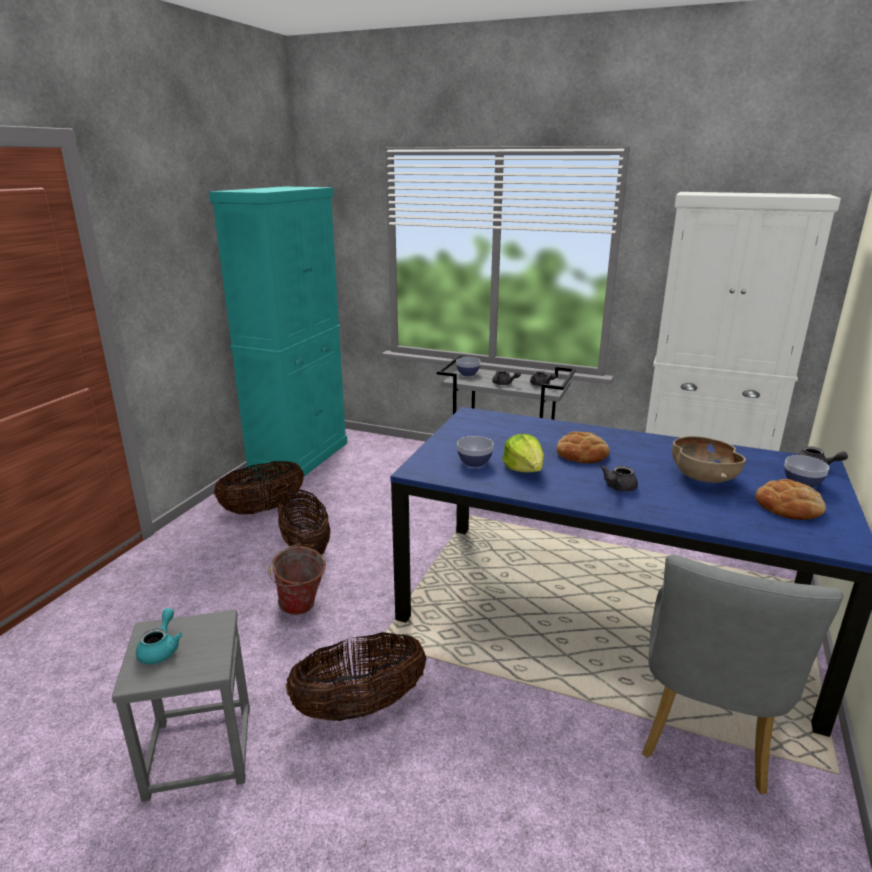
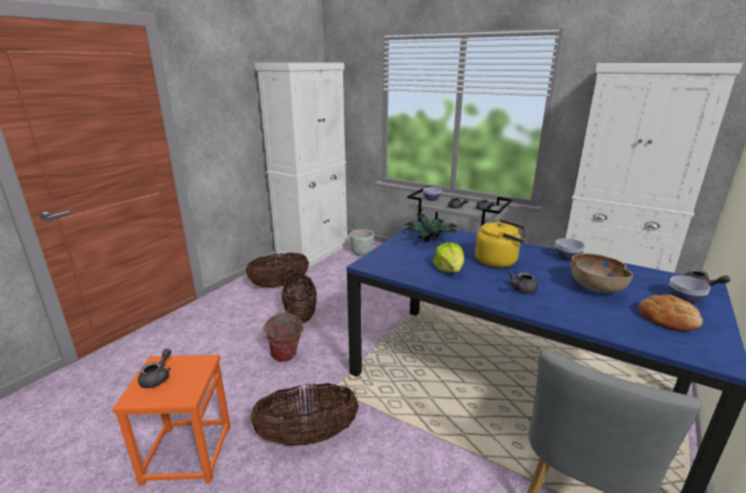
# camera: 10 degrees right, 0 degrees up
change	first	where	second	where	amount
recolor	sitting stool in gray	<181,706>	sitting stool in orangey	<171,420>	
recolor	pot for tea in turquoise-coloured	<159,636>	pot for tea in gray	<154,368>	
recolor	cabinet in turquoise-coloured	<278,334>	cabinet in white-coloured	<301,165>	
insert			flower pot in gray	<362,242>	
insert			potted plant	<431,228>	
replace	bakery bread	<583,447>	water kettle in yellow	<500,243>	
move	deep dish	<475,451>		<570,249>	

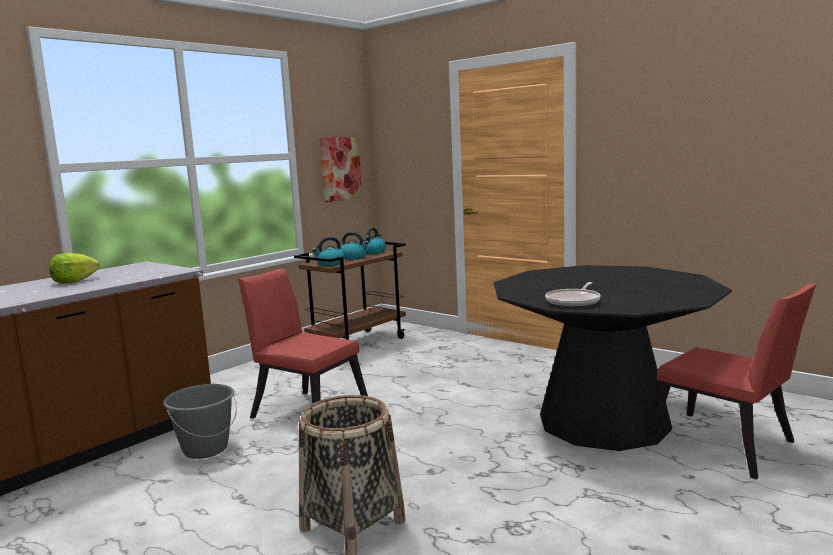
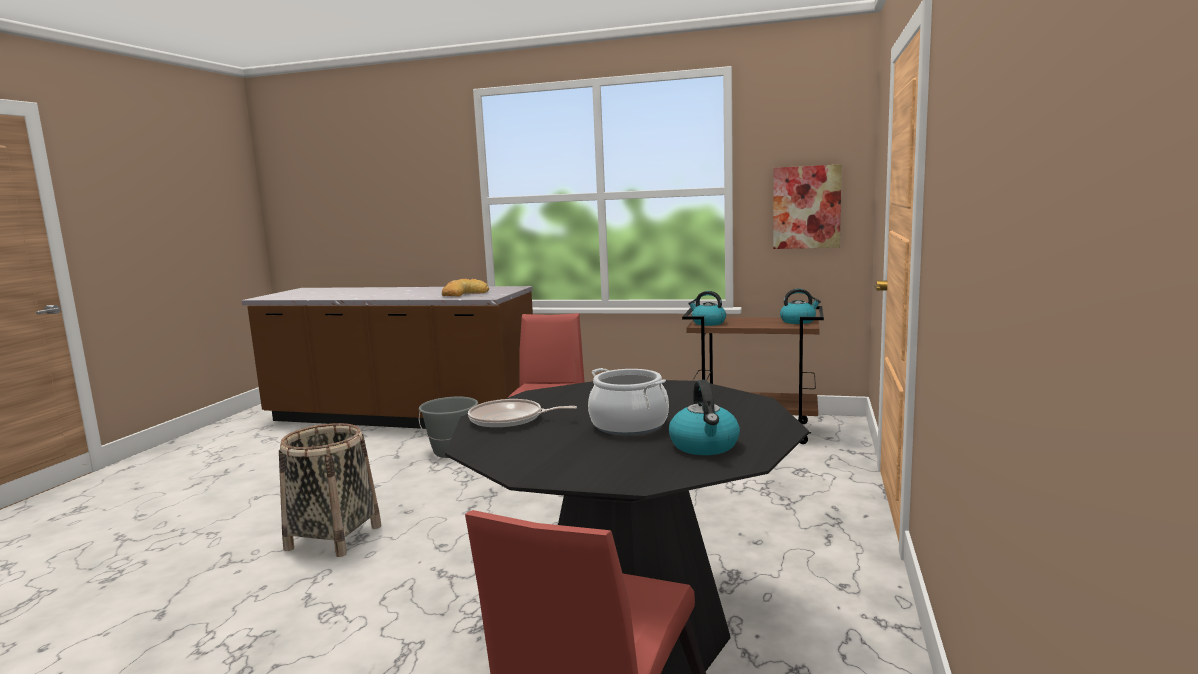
# camera: 65 degrees right, 0 degrees up
change	first	where	second	where	amount
insert			bakery bread	<465,288>	
insert			saucepot	<628,401>	
move	water kettle	<354,246>		<704,417>	
delete	lettuce	<74,268>			

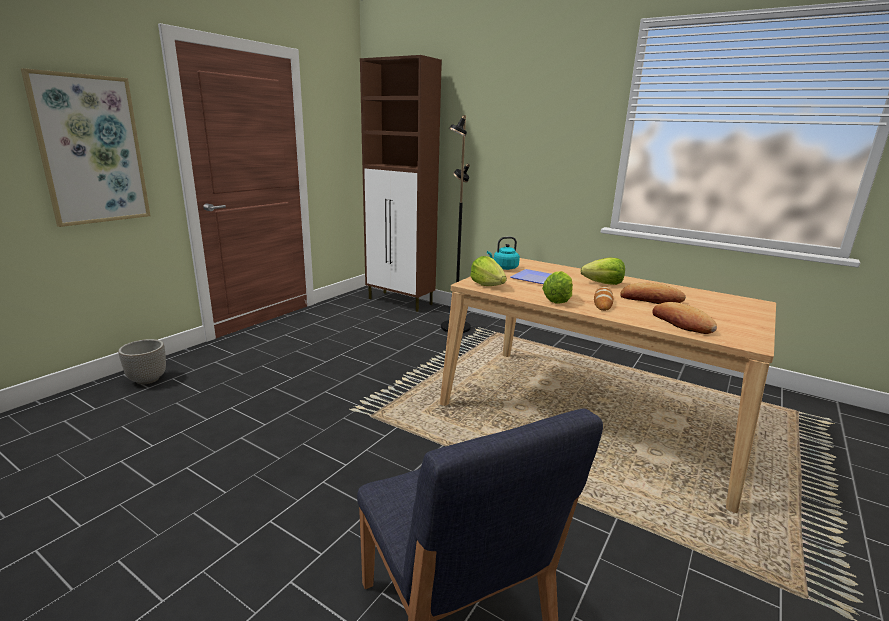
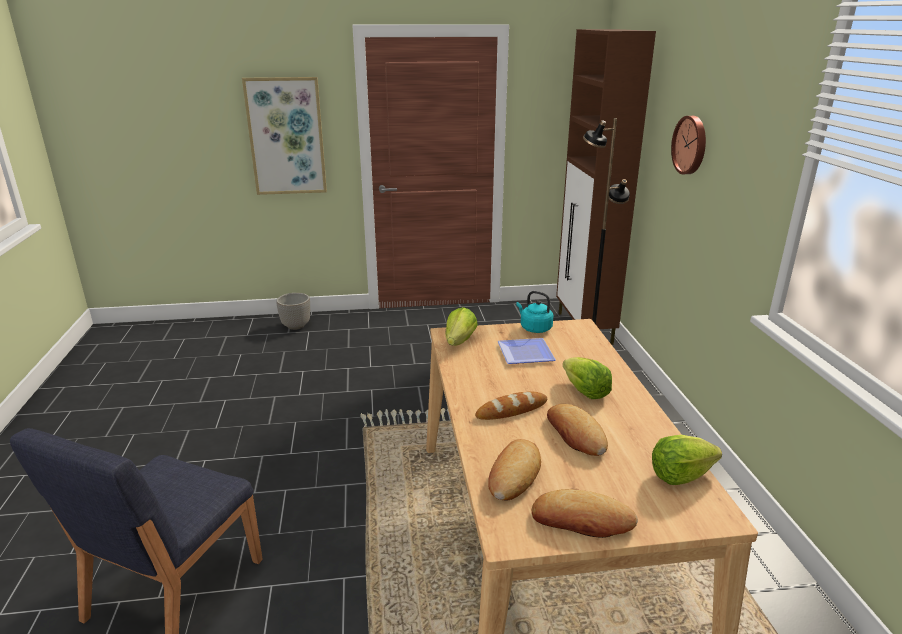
# camera: 50 degrees right, 5 degrees up
change	first	where	second	where	amount
insert			bakery bread	<585,513>	
move	lettuce	<557,287>		<687,460>	
insert			clock on the wall	<688,145>	

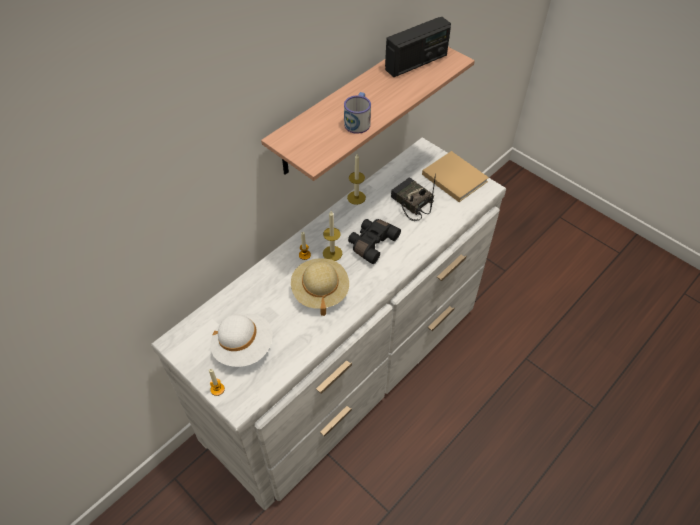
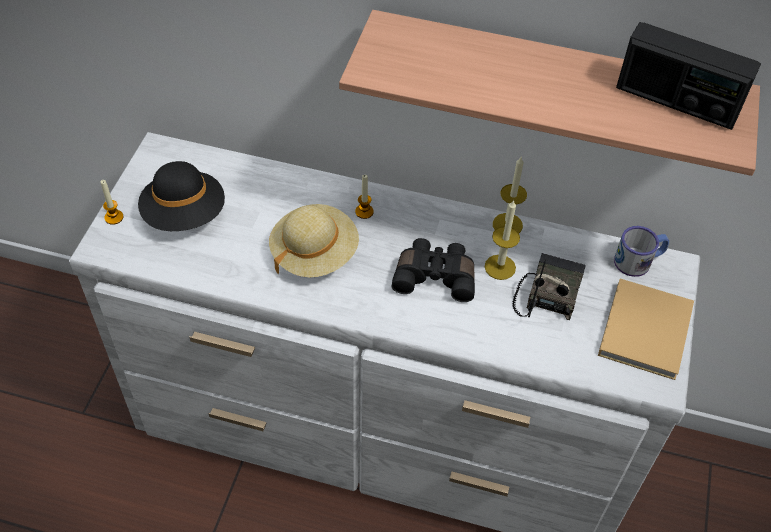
# camera: 60 degrees right, 0 degrees up
change	first	where	second	where	amount
recolor	clothing hat in white-coloured	<241,340>	clothing hat in blackish	<181,196>	
move	wax light	<332,236>		<502,239>	
move	mug	<357,113>		<641,251>	

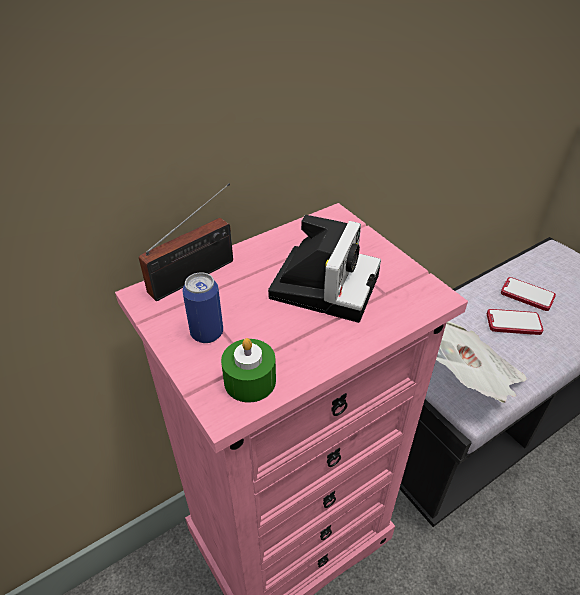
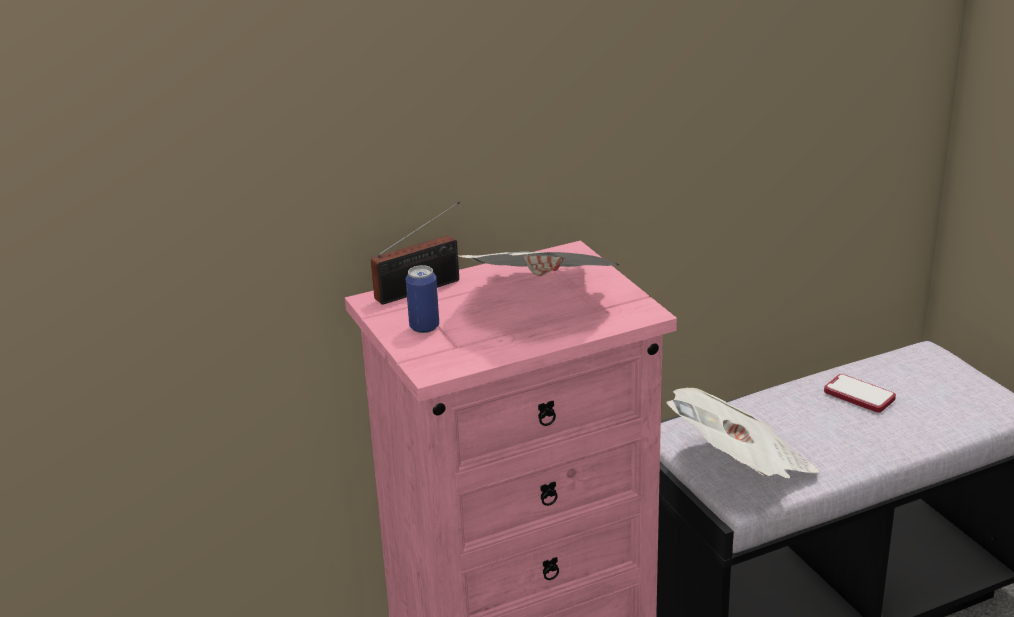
# camera: 10 degrees right, 15 degrees down
change	first	where	second	where	amount
replace	still camera	<324,269>	newspaper	<539,264>	
delete	wax light in green-coloured	<248,370>			
delete	phone	<515,322>			

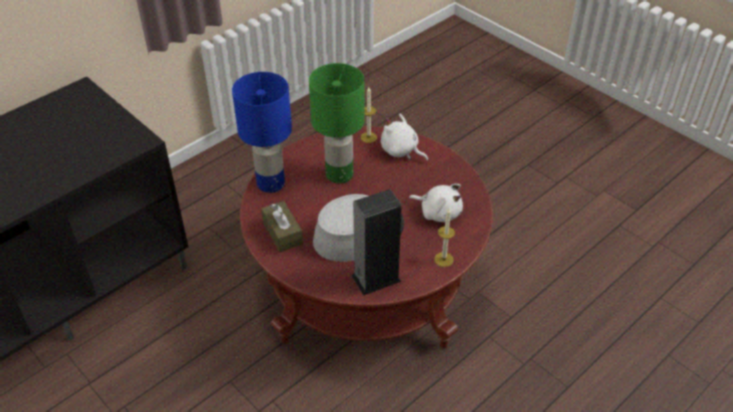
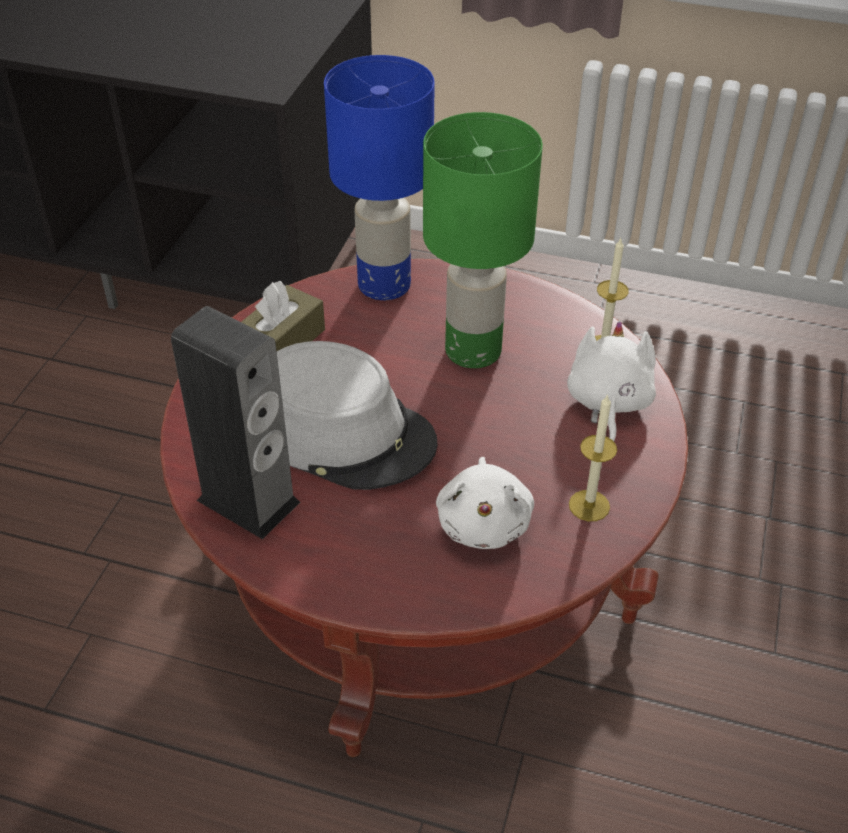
# camera: 60 degrees right, 0 degrees up
change	first	where	second	where	amount
move	wax light	<444,237>		<593,457>	

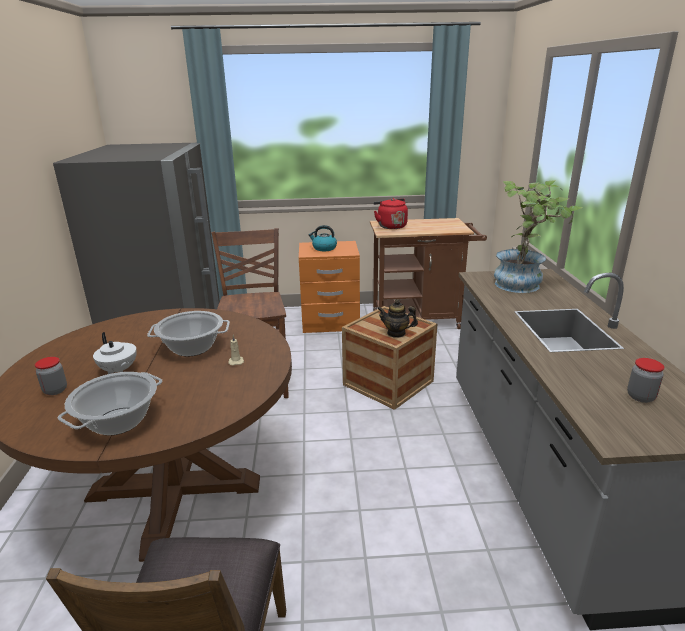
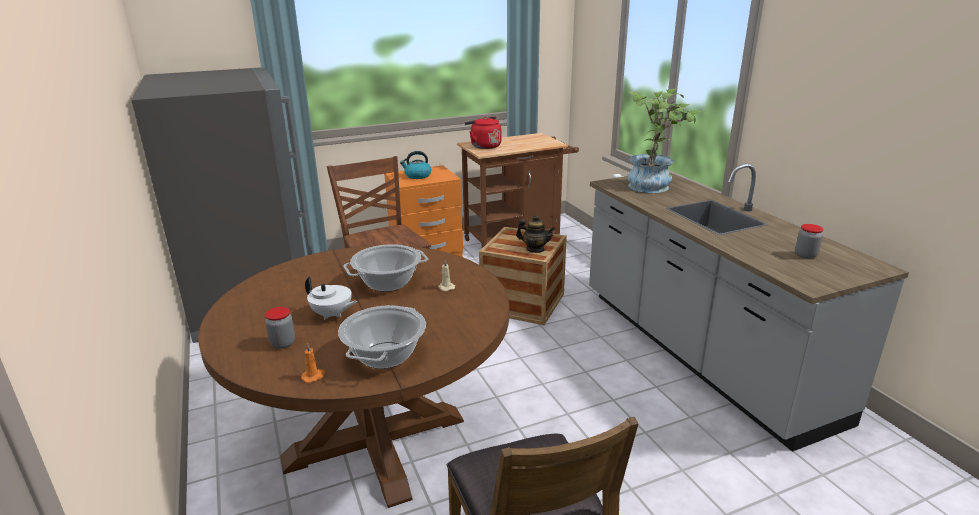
# camera: 20 degrees left, 0 degrees up
change	first	where	second	where	amount
insert			wax light in orangey	<313,363>	
rotate	pot for tea	<397,318>		<535,234>	150 degrees counterclockwise

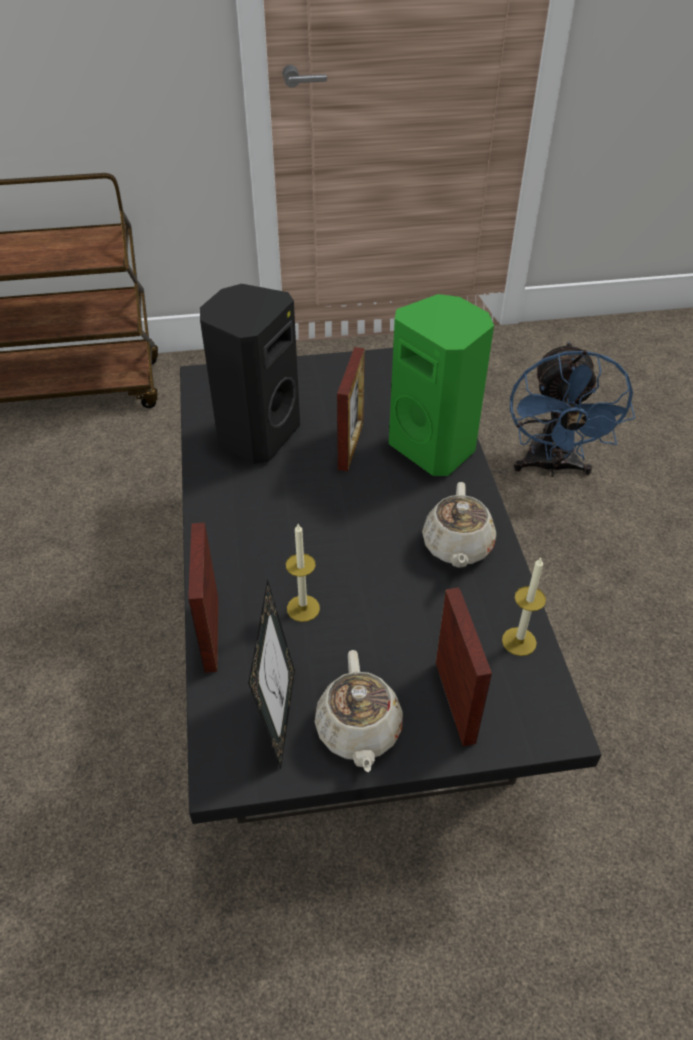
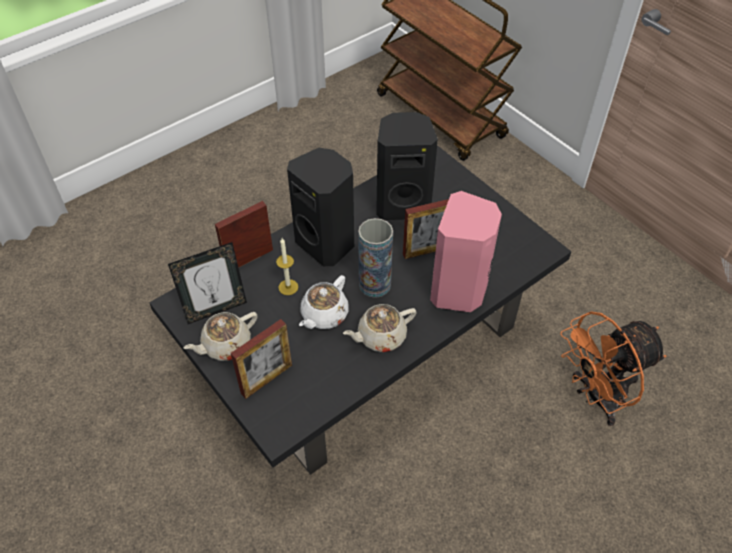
# camera: 60 degrees right, 5 degrees up
change	first	where	second	where	amount
insert			speaker in blackish	<320,207>	
insert			pot for tea in white-coloured	<324,302>	
insert			flower vase	<375,258>	
recolor	speaker in green-coloured	<441,385>	speaker in pink-coloured	<466,251>	
recolor	fan in bluish	<572,409>	fan in orangey	<613,368>	
delete	wax light	<524,607>			

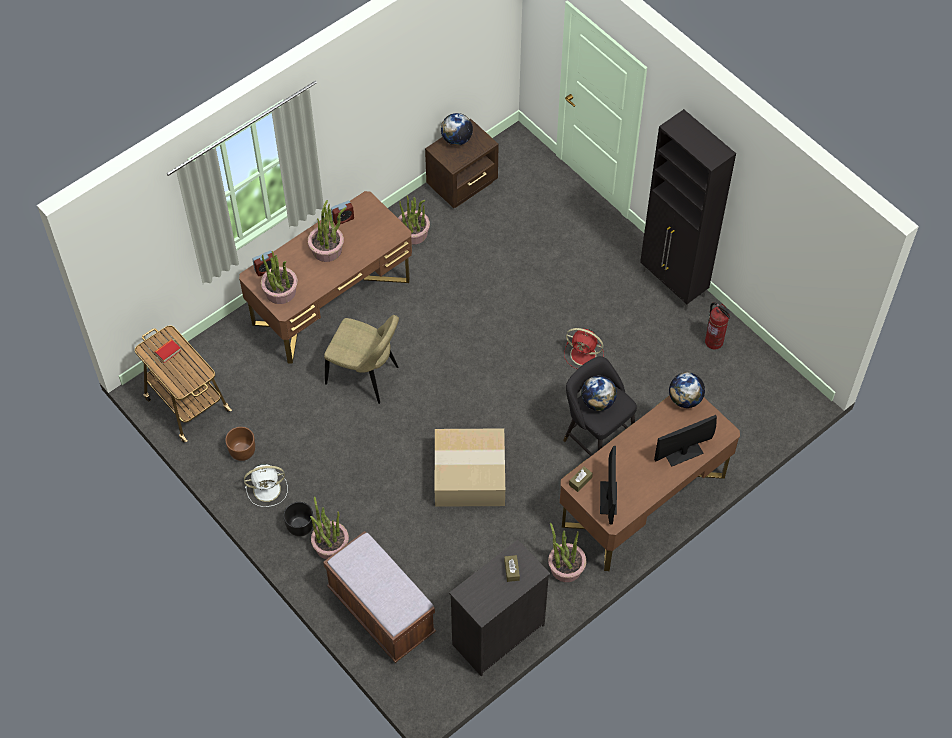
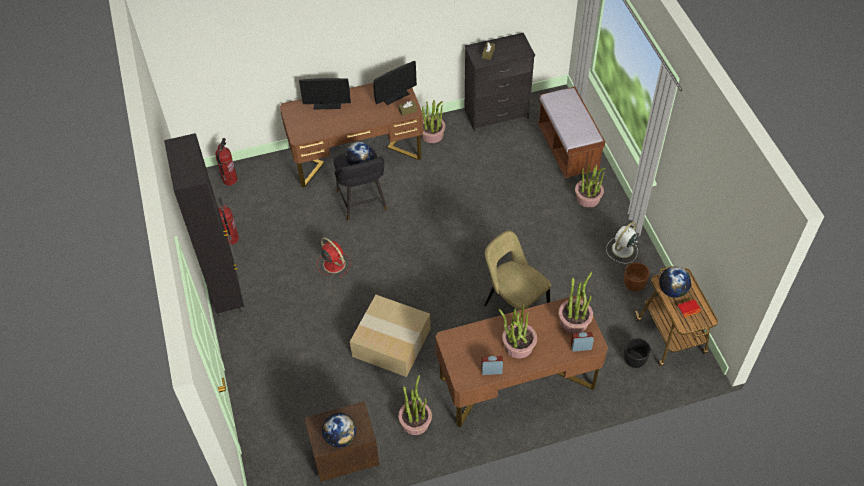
# camera: 155 degrees left, 5 degrees down
change	first	where	second	where	amount
insert			extinguisher	<226,161>	
move	cardboard box	<470,467>		<390,336>	
rotate	computer display	<608,485>		<395,83>	150 degrees counterclockwise
rotate	fan in white-coloured	<266,485>		<622,243>	60 degrees counterclockwise
move	flower pot in blackish	<298,519>		<637,353>	
move	world globe	<687,390>		<675,282>	

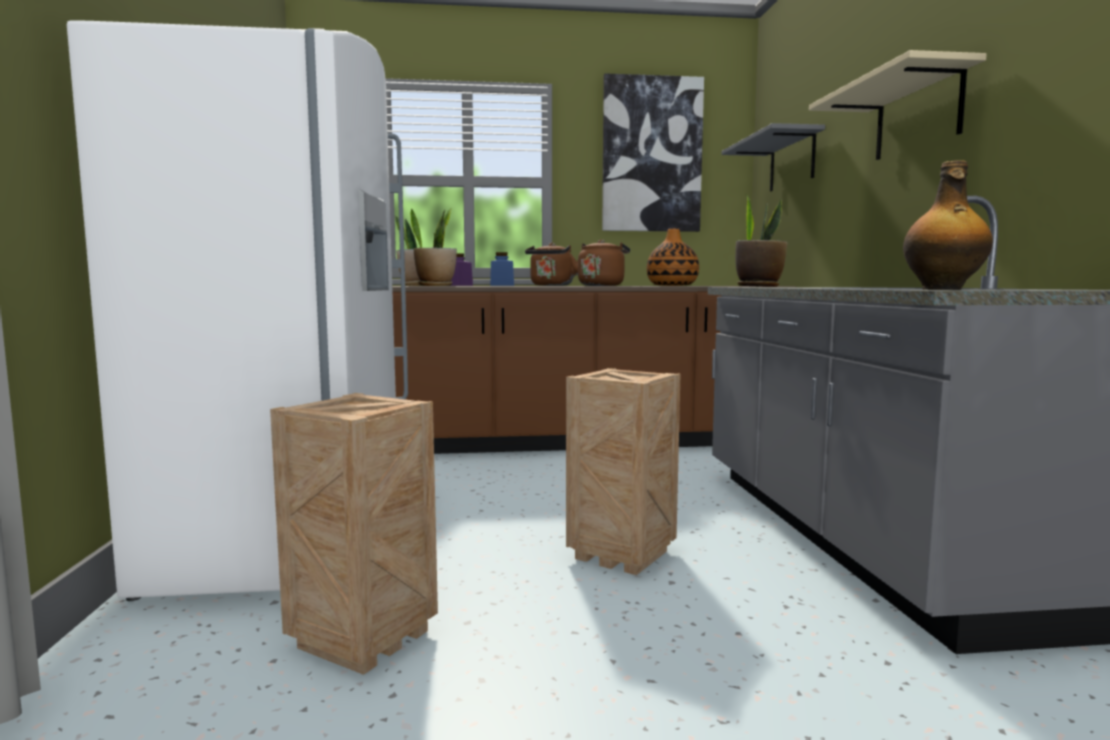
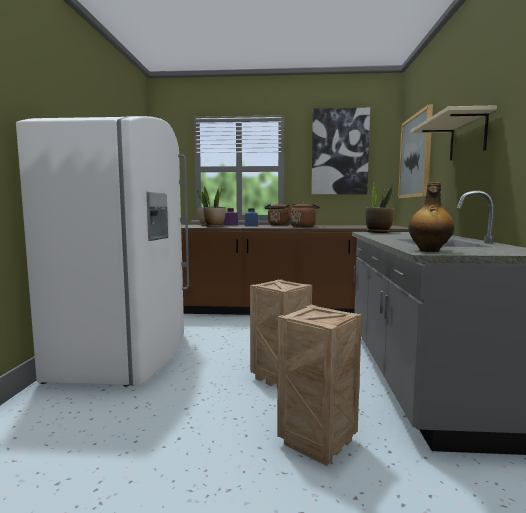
# camera: 10 degrees right, 0 degrees up
change	first	where	second	where	amount
move	crate	<354,534>		<319,385>	
replace	shelf in gray	<773,157>	wall art	<415,151>	
delete	flower vase	<673,257>			

